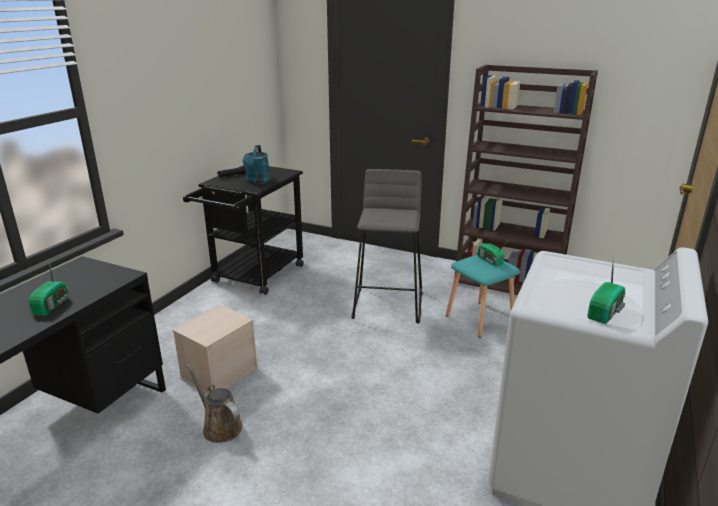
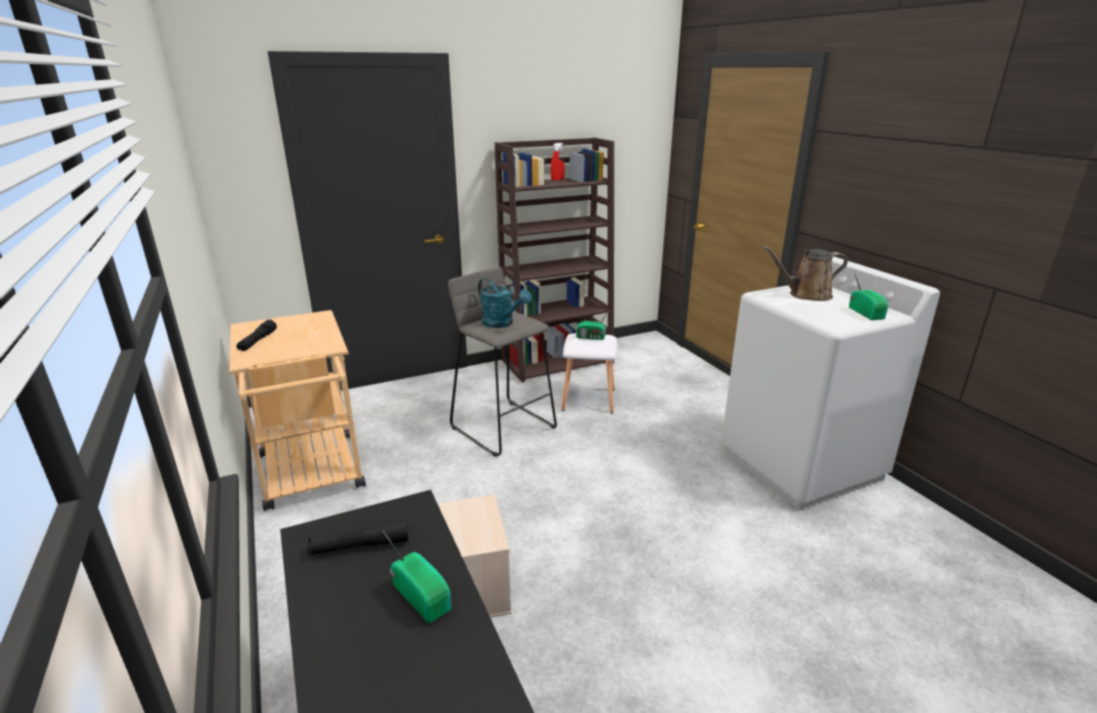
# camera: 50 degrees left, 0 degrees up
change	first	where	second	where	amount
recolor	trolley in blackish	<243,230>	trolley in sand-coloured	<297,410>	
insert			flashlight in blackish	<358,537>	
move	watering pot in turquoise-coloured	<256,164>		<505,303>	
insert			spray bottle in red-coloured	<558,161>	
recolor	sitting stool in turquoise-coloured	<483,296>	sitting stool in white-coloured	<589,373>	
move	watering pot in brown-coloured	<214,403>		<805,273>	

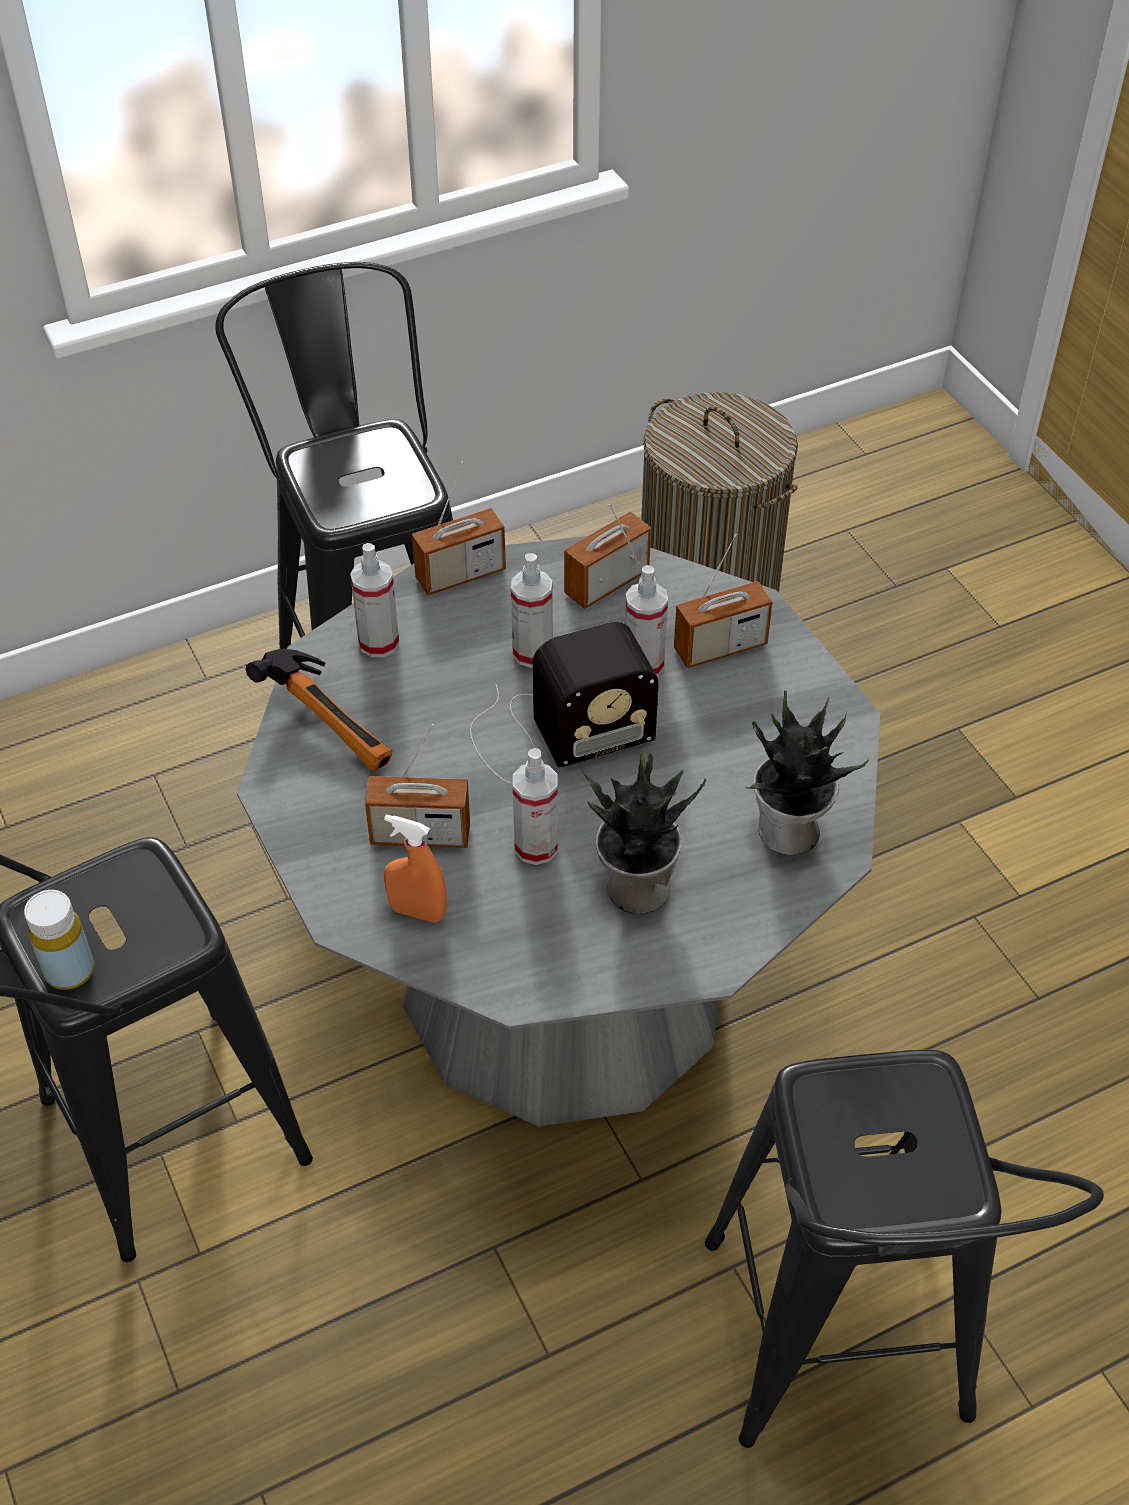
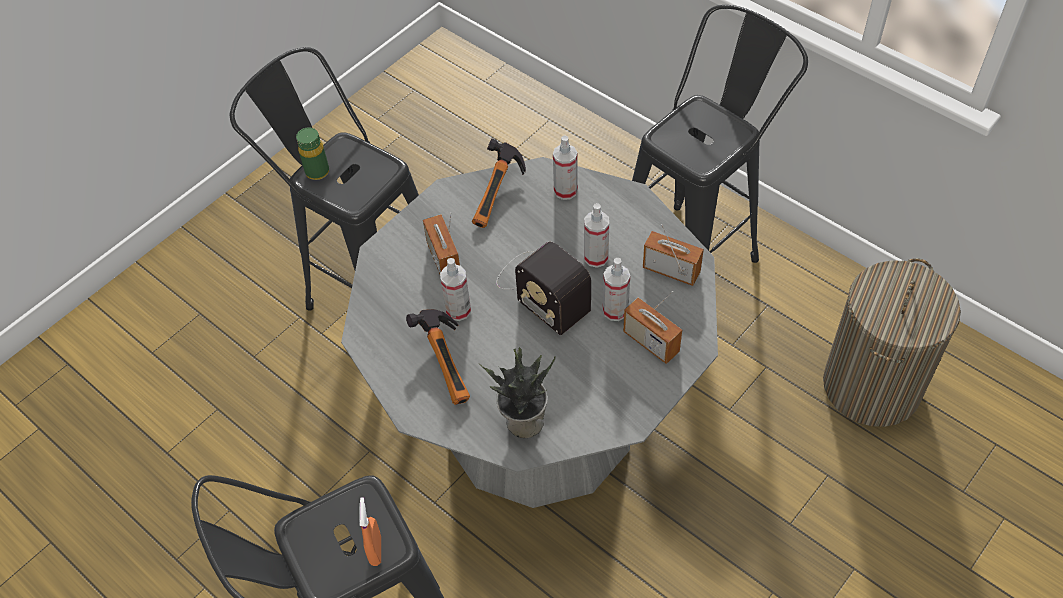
# camera: 70 degrees right, 5 degrees up
change	first	where	second	where	amount
recolor	drink bottle in yellow	<59,940>	drink bottle in green-coloured	<312,153>	
move	spray bottle in orangey	<415,868>		<370,531>	
replace	potted plant	<642,831>	hammer	<438,357>	
delete	radio	<459,528>			

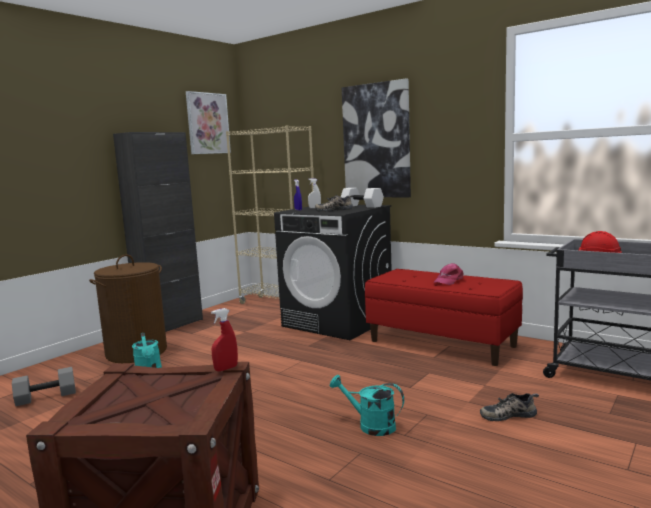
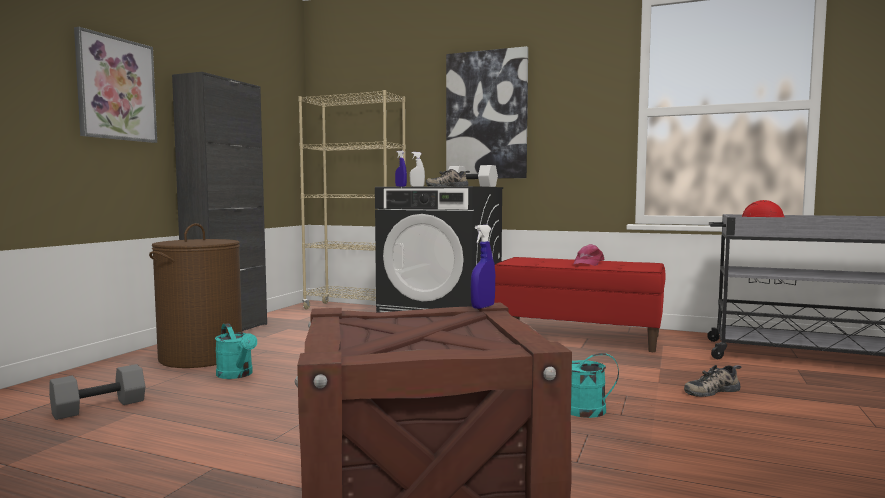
# camera: 15 degrees left, 5 degrees down
change	first	where	second	where	amount
move	wall art	<208,122>		<115,85>	
recolor	spray bottle in red-coloured	<224,340>	spray bottle in bluish	<483,267>	

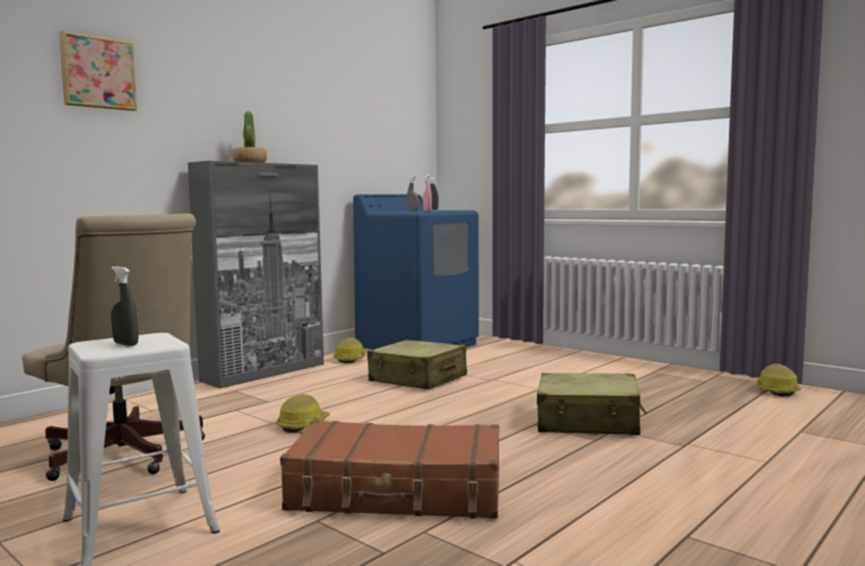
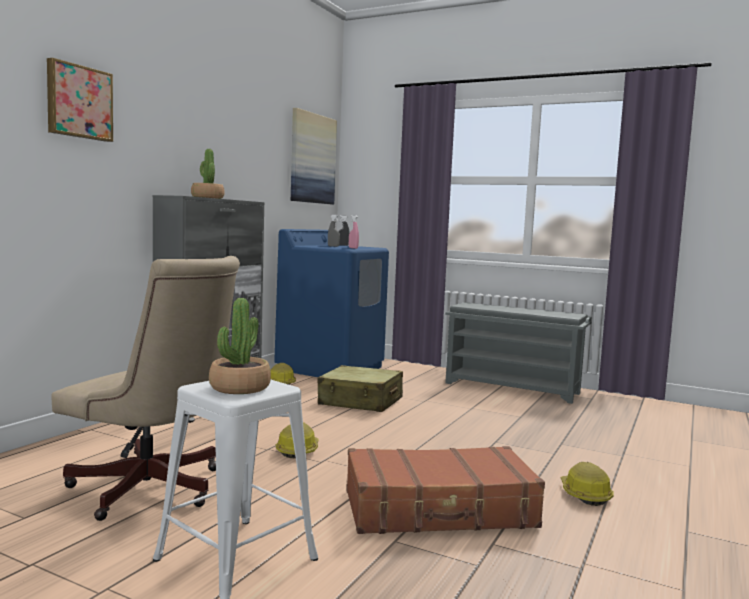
# camera: 15 degrees left, 0 degrees up
change	first	where	second	where	amount
replace	spray bottle in gray	<125,306>	potted plant	<240,346>	
insert			wall art	<314,156>	
insert			shoe rack in gray	<518,353>	
move	safety helmet	<779,380>		<587,484>	
delete	suitcase in sand-coloured	<592,404>			

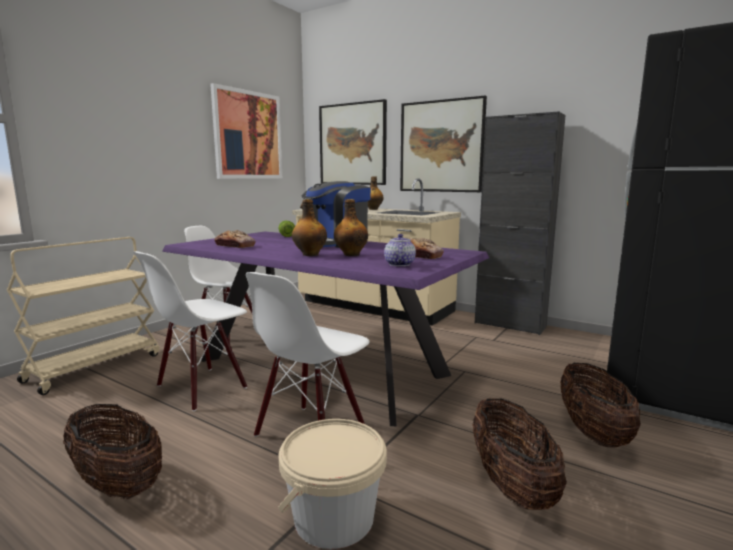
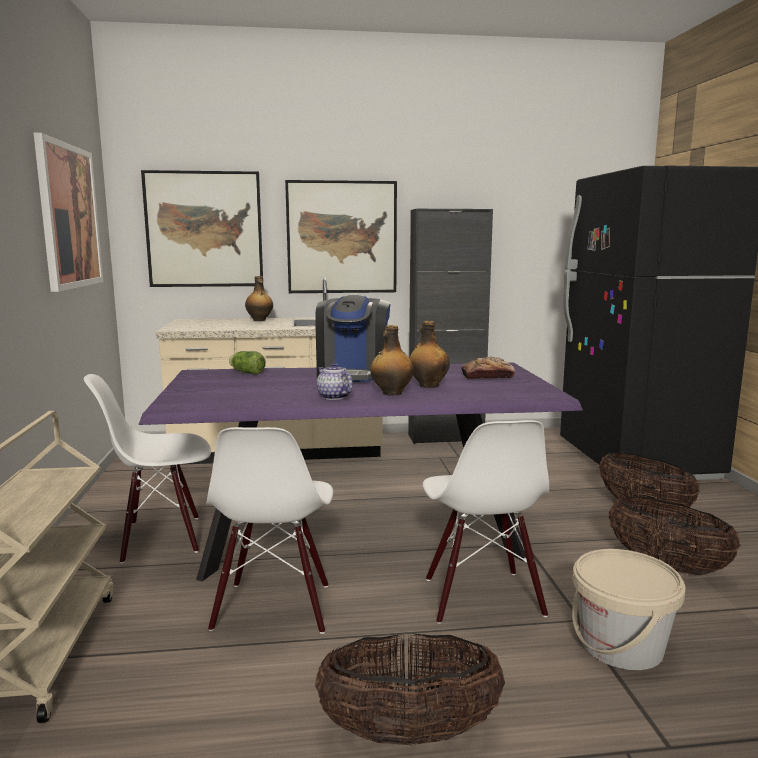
# camera: 40 degrees left, 0 degrees up
change	first	where	second	where	amount
move	pot for tea	<400,250>		<335,381>	
delete	bakery bread	<235,239>			

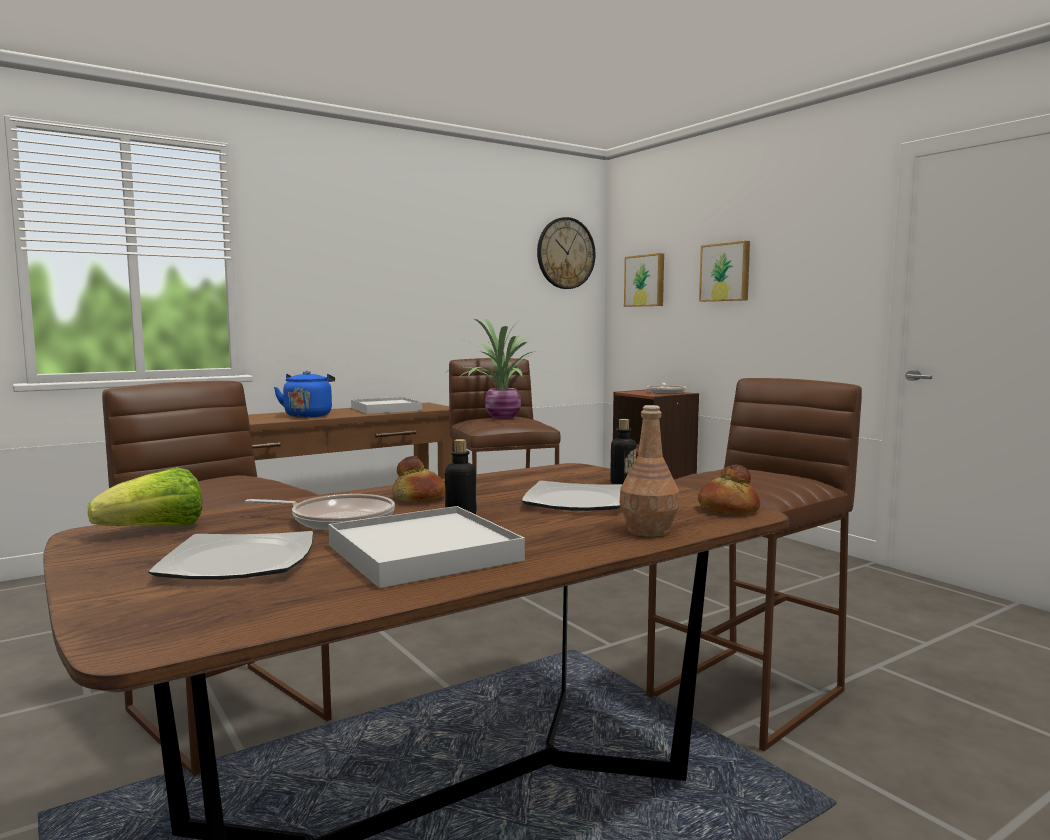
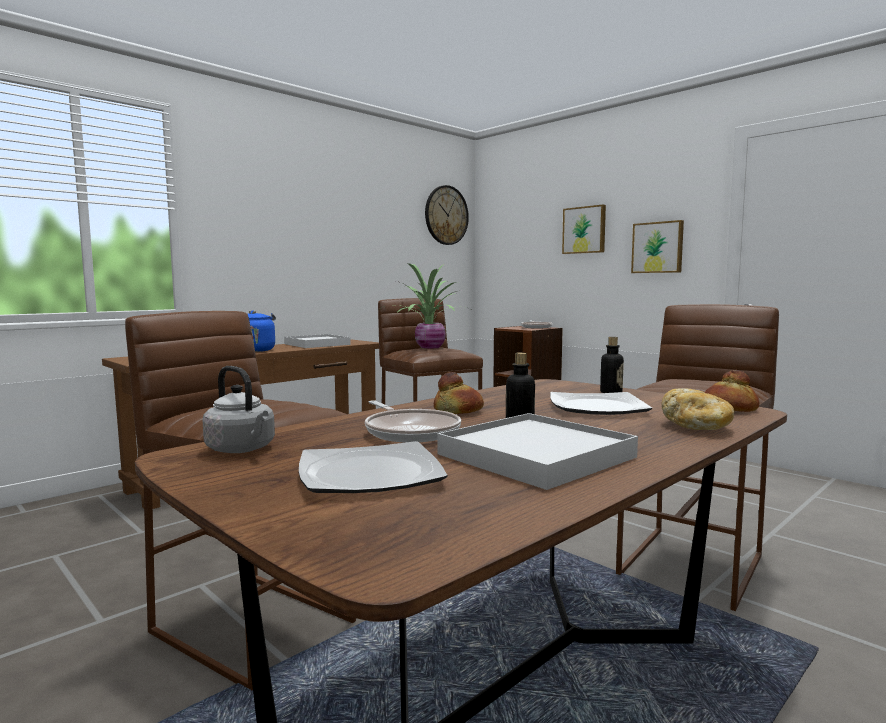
# camera: 10 degrees left, 0 degrees up
change	first	where	second	where	amount
replace	lettuce	<145,496>	water kettle in gray	<238,409>	
rotate	pan	<320,512>		<413,421>	60 degrees clockwise
move	wall art	<644,280>		<657,246>	
replace	drink bottle in brown-coloured	<649,471>	bakery bread	<698,409>	

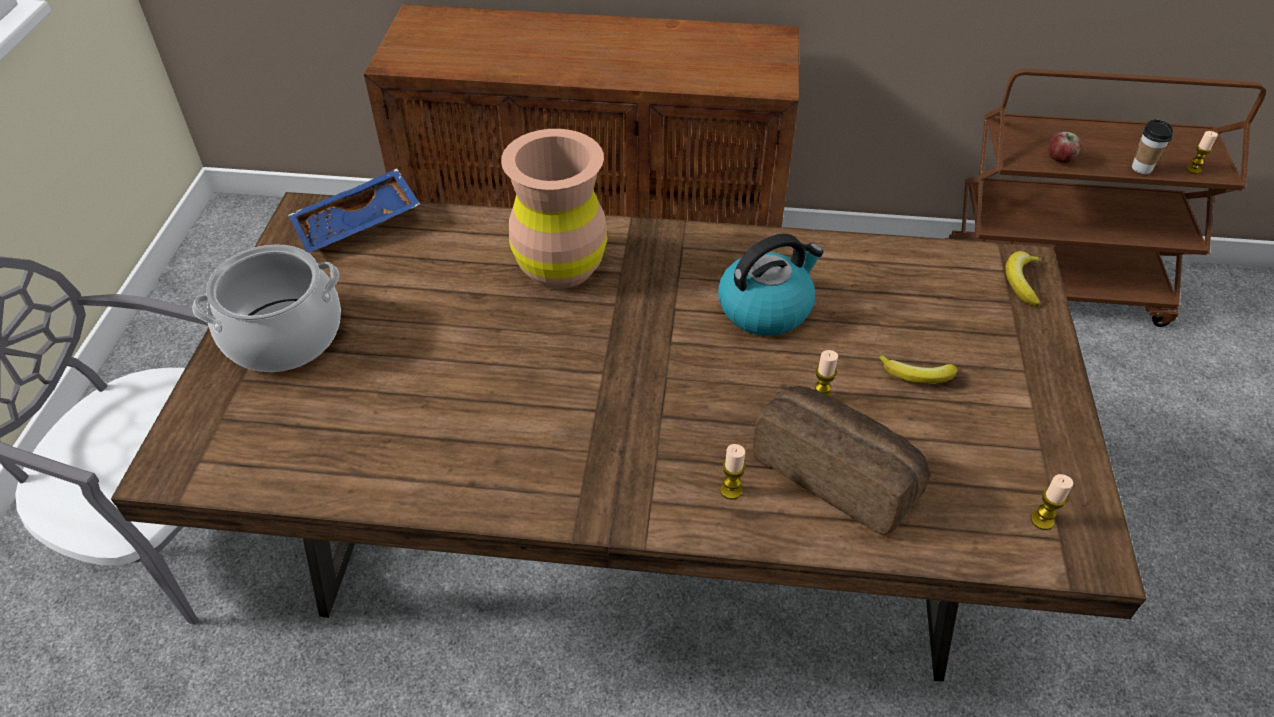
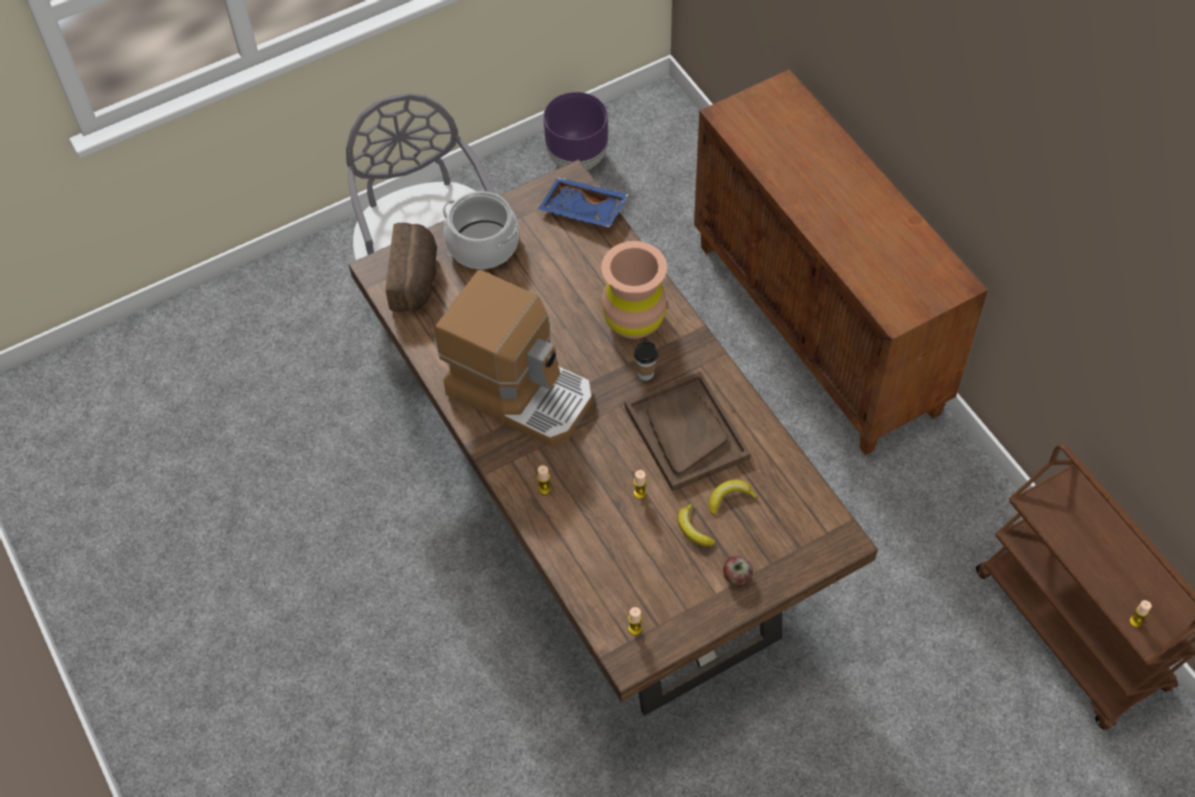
# camera: 55 degrees right, 10 degrees up
change	first	where	second	where	amount
move	bakery bread	<842,461>		<411,267>	
insert			coffee brewer	<513,358>	
insert			flower pot in purple	<575,131>	
replace	water kettle	<770,284>	tray in brown-coloured	<688,431>	
move	cup	<1152,146>		<646,361>	
move	banana	<1023,278>		<734,497>	
move	apple	<1065,147>		<738,570>	

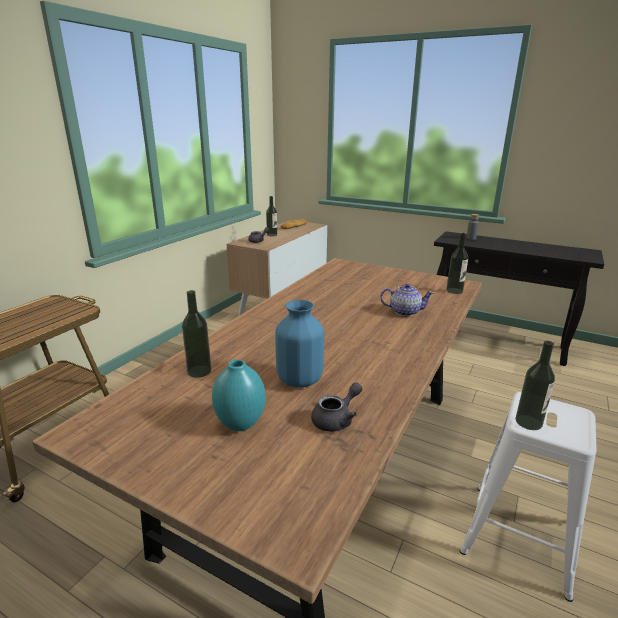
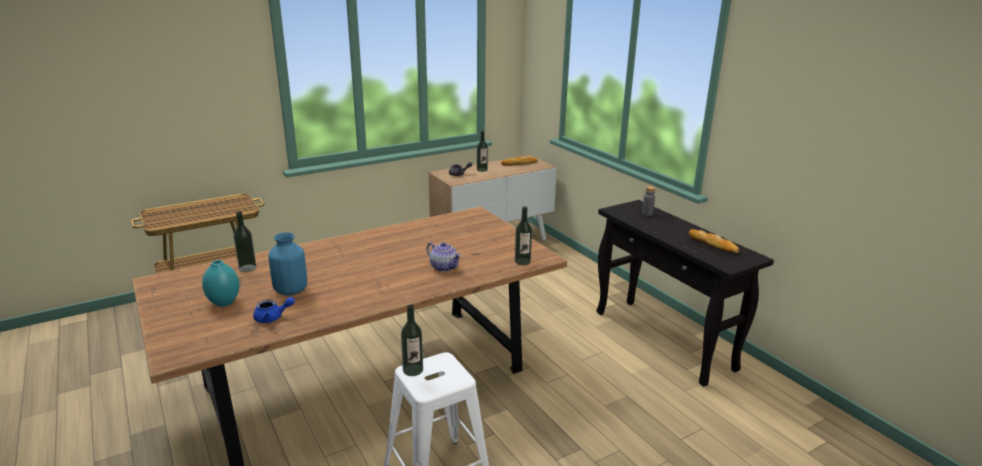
# camera: 30 degrees right, 0 degrees up
change	first	where	second	where	amount
recolor	pot for tea in gray	<336,407>	pot for tea in bluish	<274,310>	
insert			bakery bread	<714,241>	

